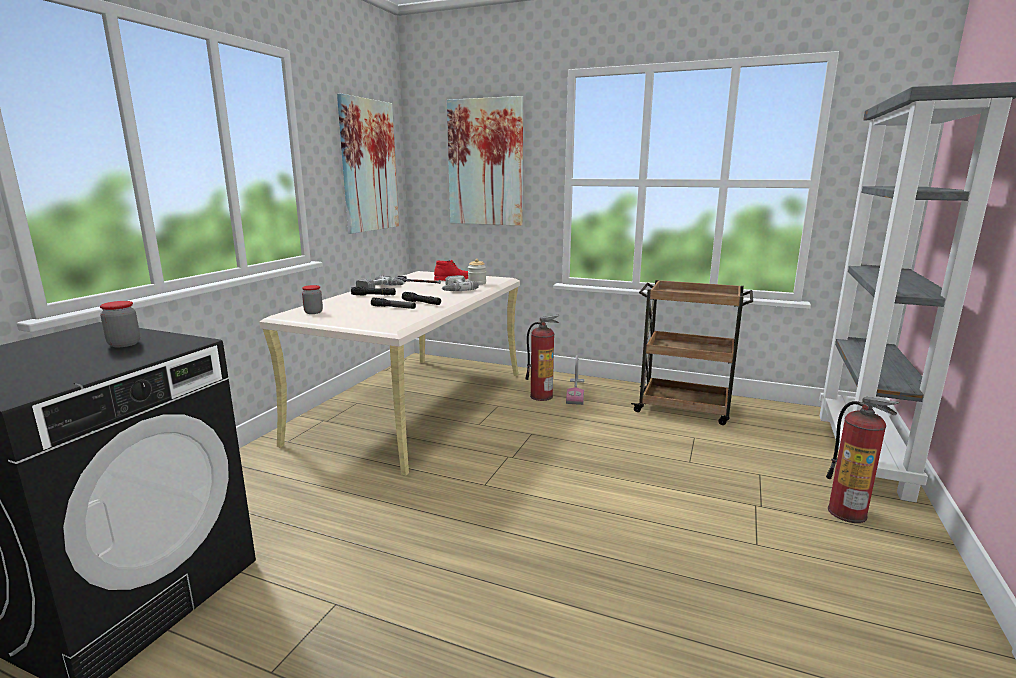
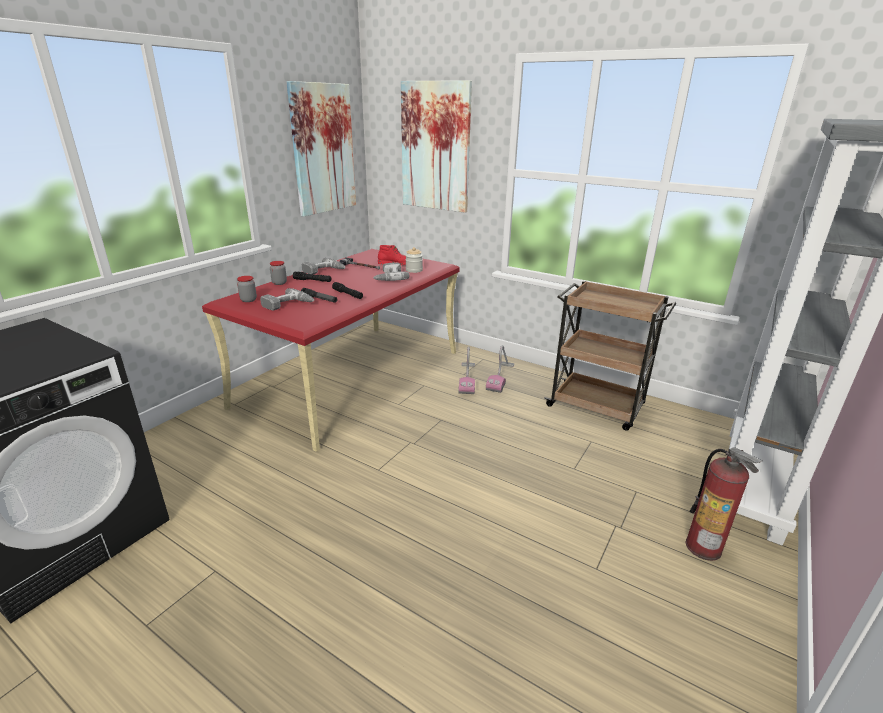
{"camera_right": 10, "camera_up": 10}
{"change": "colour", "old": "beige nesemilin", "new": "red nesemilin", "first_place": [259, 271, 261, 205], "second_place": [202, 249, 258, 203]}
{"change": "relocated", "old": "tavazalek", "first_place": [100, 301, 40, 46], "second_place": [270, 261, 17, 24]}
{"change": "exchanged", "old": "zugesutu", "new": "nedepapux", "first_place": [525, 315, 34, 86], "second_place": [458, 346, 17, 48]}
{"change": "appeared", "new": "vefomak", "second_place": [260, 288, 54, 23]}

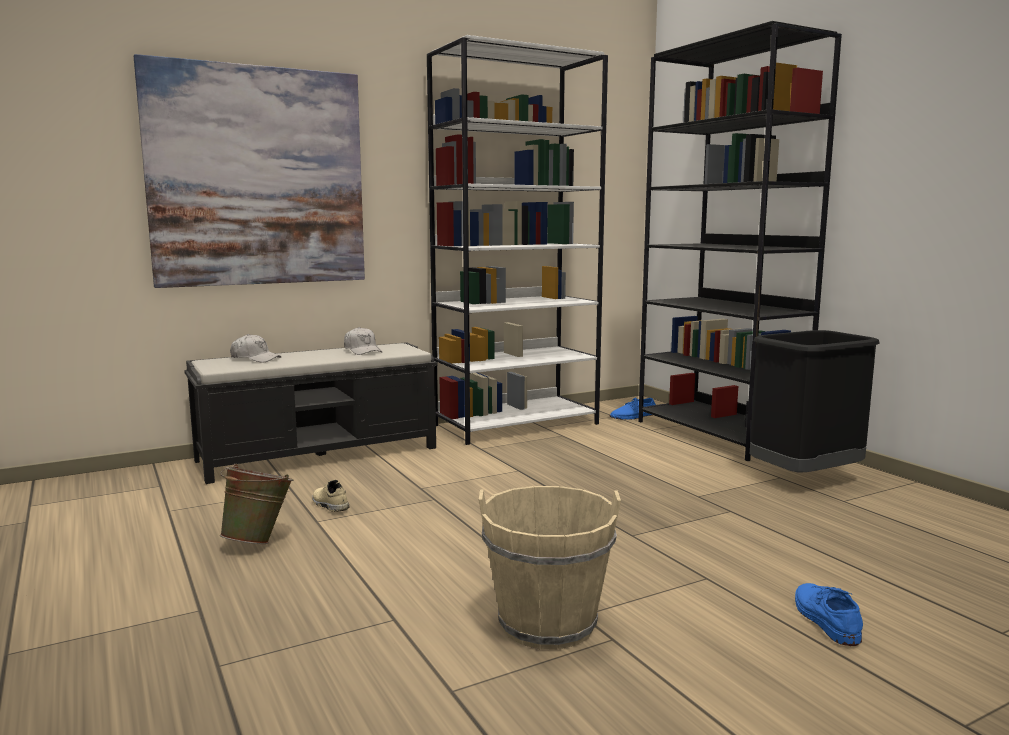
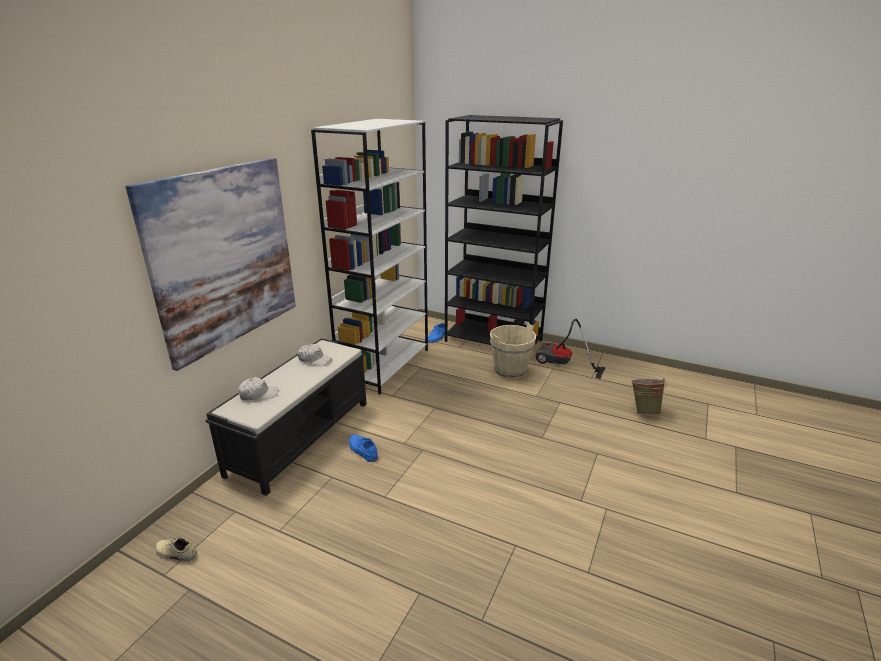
{"camera_right": -35, "camera_up": 15}
{"change": "exchanged", "old": "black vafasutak", "new": "nedepapux", "first_place": [750, 330, 130, 142], "second_place": [536, 319, 70, 60]}
{"change": "relocated", "old": "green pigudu", "first_place": [220, 464, 73, 80], "second_place": [631, 378, 36, 37]}
{"change": "relocated", "old": "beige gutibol", "first_place": [312, 480, 38, 32], "second_place": [155, 537, 42, 25]}
{"change": "relocated", "old": "beige pigudu", "first_place": [479, 486, 142, 163], "second_place": [490, 323, 46, 56]}
{"change": "relocated", "old": "blue gutibol", "first_place": [795, 583, 68, 63], "second_place": [349, 435, 29, 27]}

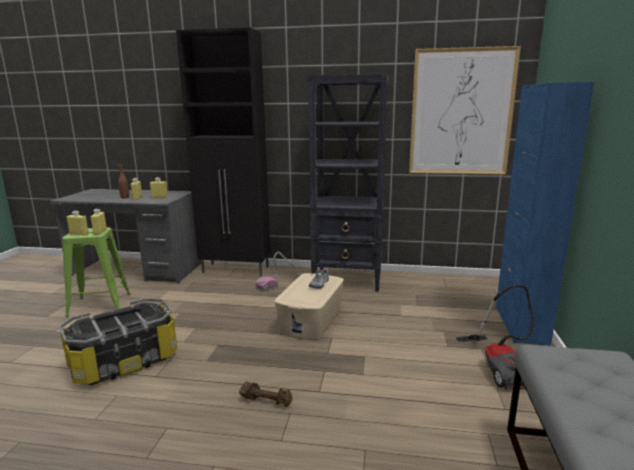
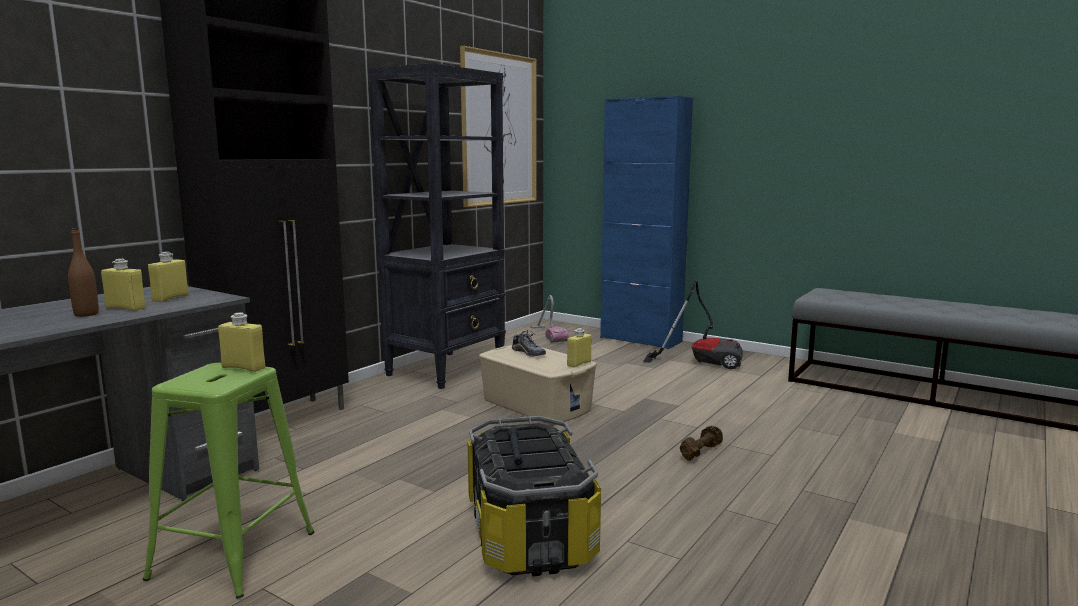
{"camera_right": -65, "camera_up": -5}
{"change": "relocated", "old": "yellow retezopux", "first_place": [67, 211, 22, 25], "second_place": [567, 328, 25, 40]}
{"change": "relocated", "old": "nedepapux", "first_place": [256, 252, 48, 39], "second_place": [530, 295, 39, 48]}

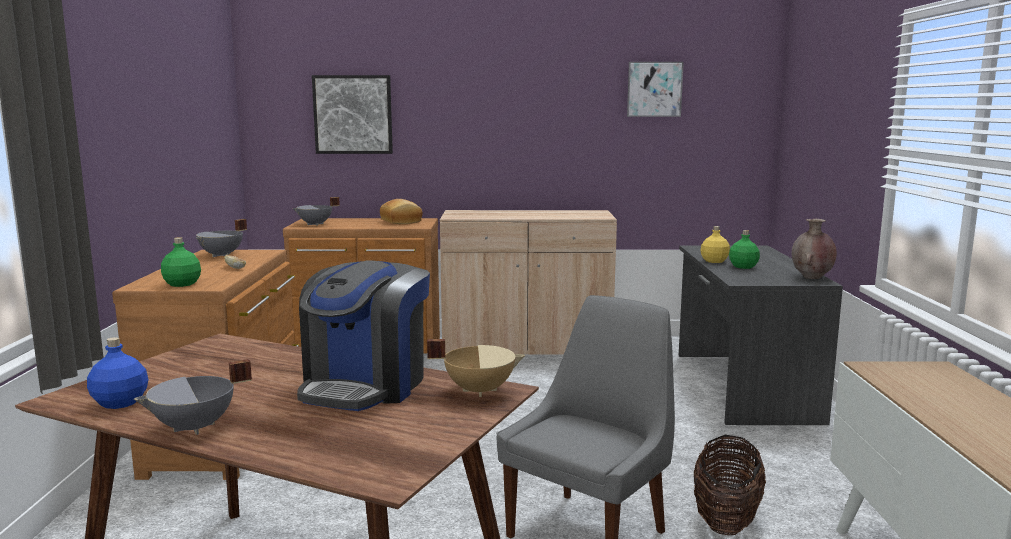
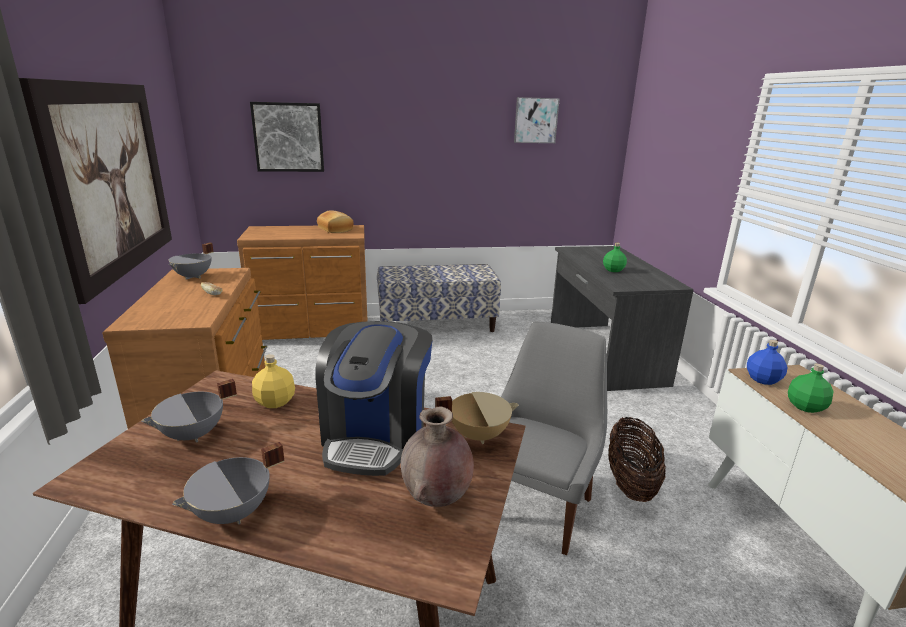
{"camera_right": -10, "camera_up": 10}
{"change": "relocated", "old": "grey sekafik", "first_place": [292, 197, 48, 29], "second_place": [141, 379, 96, 64]}
{"change": "exchanged", "old": "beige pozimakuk", "new": "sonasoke", "first_place": [440, 210, 177, 145], "second_place": [377, 264, 124, 68]}
{"change": "relocated", "old": "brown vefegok", "first_place": [792, 219, 45, 60], "second_place": [401, 406, 73, 101]}
{"change": "relocated", "old": "yellow retezopux", "first_place": [700, 226, 30, 37], "second_place": [252, 354, 43, 54]}
{"change": "relocated", "old": "green retezopux", "first_place": [161, 237, 40, 50], "second_place": [788, 363, 45, 50]}
{"change": "relocated", "old": "blue retezopux", "first_place": [87, 337, 61, 72], "second_place": [747, 340, 40, 45]}
{"change": "appeared", "new": "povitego", "second_place": [19, 78, 153, 226]}

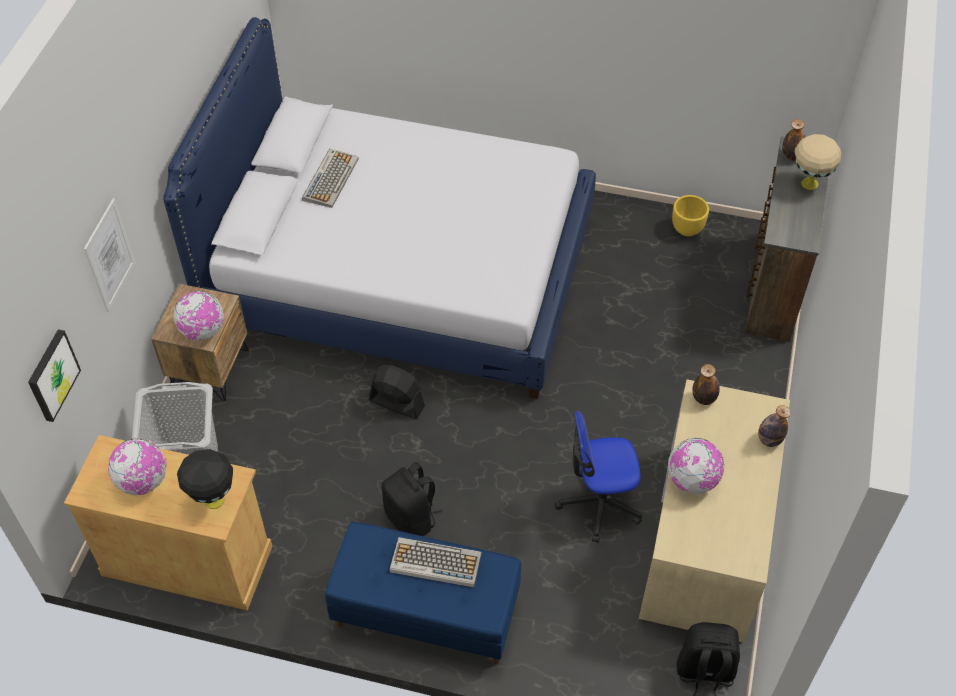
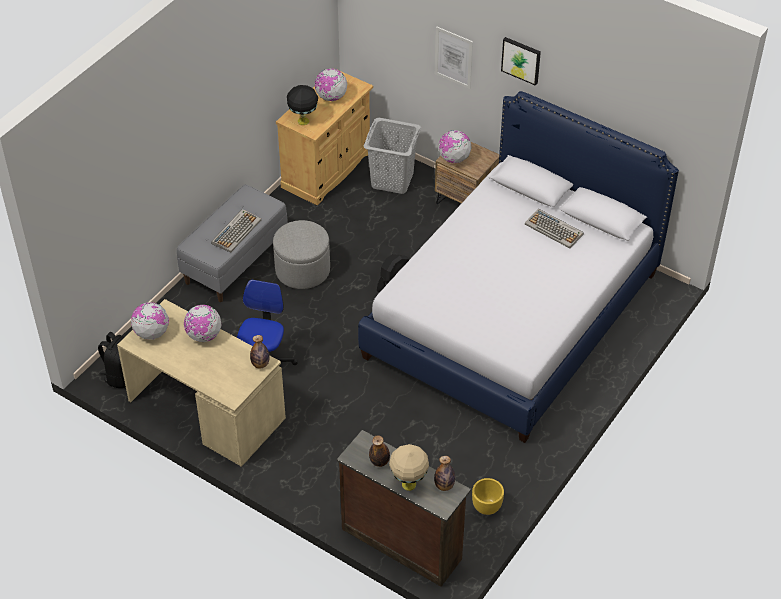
{"camera_right": 110, "camera_up": -5}
{"change": "relocated", "old": "povitego", "first_place": [28, 329, 53, 93], "second_place": [501, 37, 40, 49]}
{"change": "relocated", "old": "retezopux", "first_place": [758, 405, 33, 42], "second_place": [369, 435, 21, 32]}
{"change": "exchanged", "old": "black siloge", "new": "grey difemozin", "first_place": [382, 462, 61, 74], "second_place": [273, 220, 57, 69]}
{"change": "colour", "old": "blue sonasoke", "new": "grey sonasoke", "first_place": [325, 522, 196, 143], "second_place": [177, 184, 111, 118]}
{"change": "appeared", "new": "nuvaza", "second_place": [131, 302, 38, 38]}

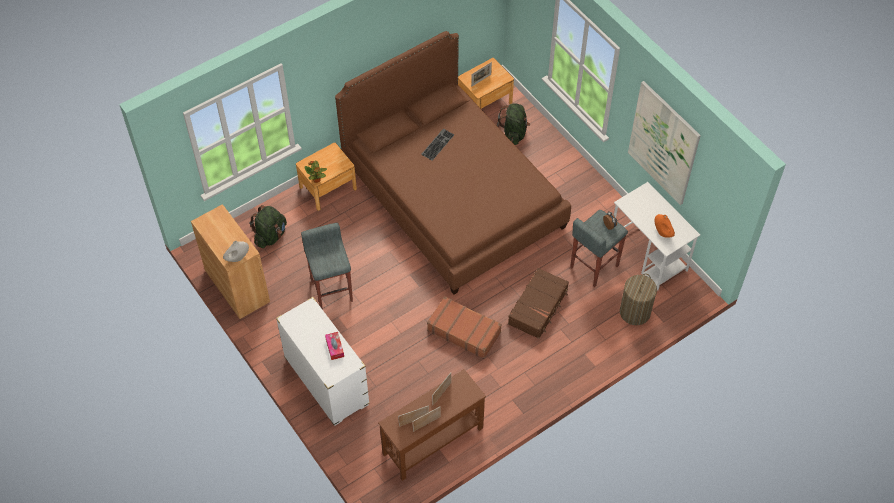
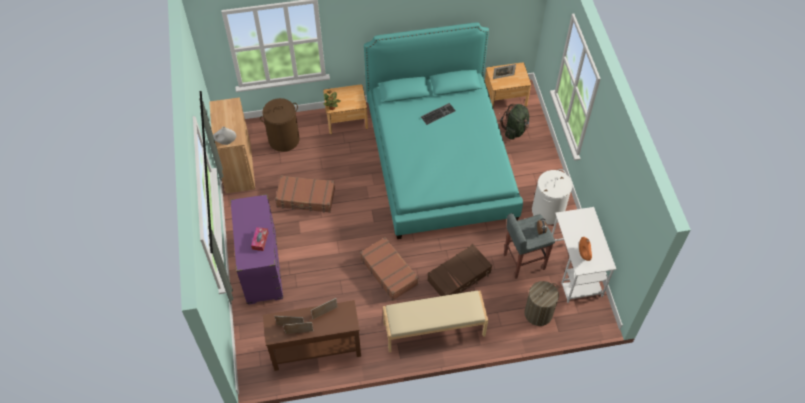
{"camera_right": 25, "camera_up": 0}
{"change": "colour", "old": "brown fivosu", "new": "turquoise fivosu", "first_place": [335, 31, 236, 264], "second_place": [364, 22, 159, 217]}
{"change": "missing", "old": "povitego", "first_place": [628, 81, 73, 124]}
{"change": "exchanged", "old": "green siloge", "new": "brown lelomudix", "first_place": [250, 205, 37, 43], "second_place": [260, 98, 40, 54]}
{"change": "exchanged", "old": "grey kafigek", "new": "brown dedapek", "first_place": [301, 223, 52, 87], "second_place": [275, 176, 60, 37]}
{"change": "colour", "old": "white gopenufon", "new": "purple gopenufon", "first_place": [276, 297, 94, 129], "second_place": [230, 194, 53, 111]}
{"change": "appeared", "new": "white lelomudix", "second_place": [532, 169, 41, 56]}
{"change": "appeared", "new": "beige sonasoke", "second_place": [383, 291, 105, 61]}

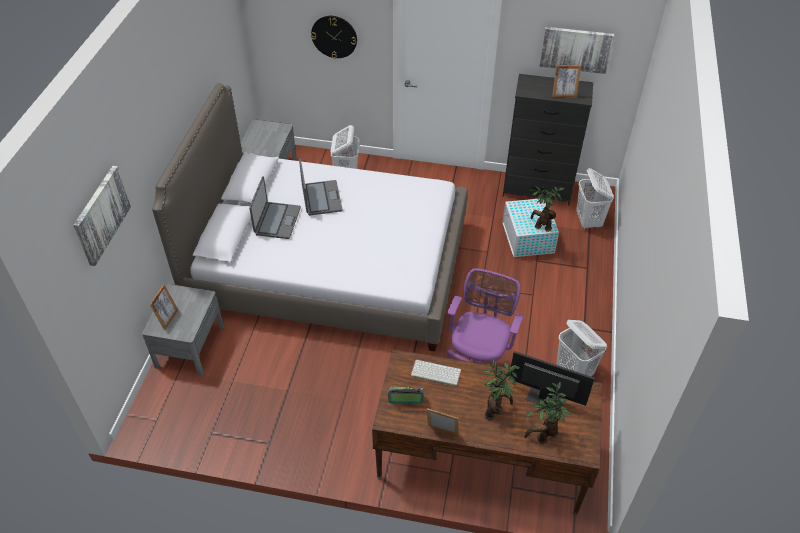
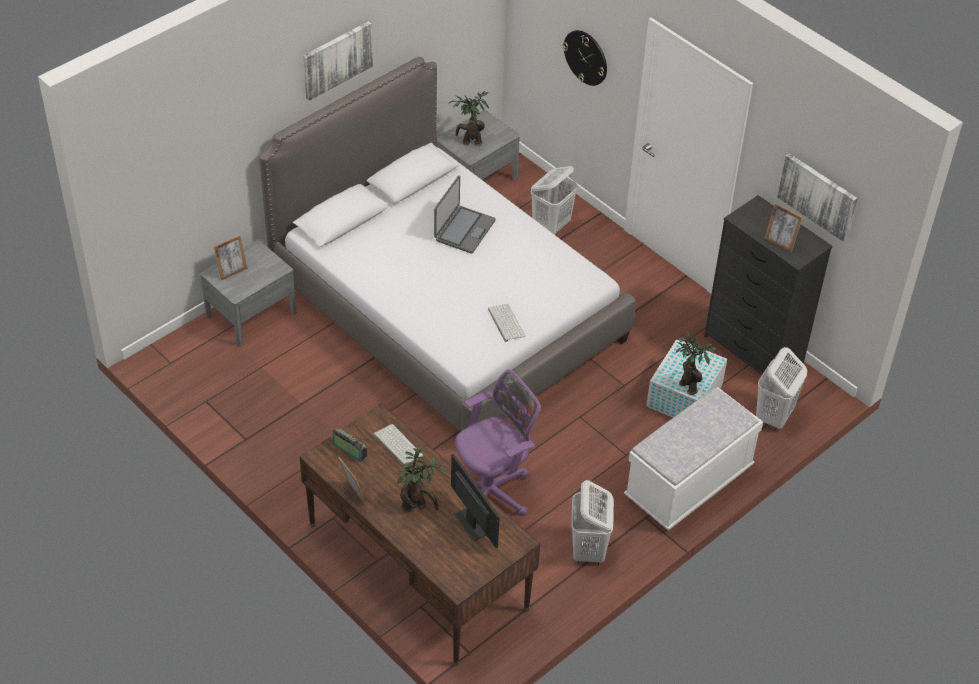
{"camera_right": 35, "camera_up": 0}
{"change": "relocated", "old": "povitego", "first_place": [74, 166, 57, 100], "second_place": [303, 21, 70, 80]}
{"change": "missing", "old": "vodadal", "first_place": [249, 176, 52, 63]}
{"change": "relocated", "old": "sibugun", "first_place": [524, 382, 47, 63], "second_place": [449, 91, 40, 55]}
{"change": "appeared", "new": "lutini", "second_place": [488, 304, 37, 38]}
{"change": "appeared", "new": "white sonasoke", "second_place": [624, 387, 139, 143]}

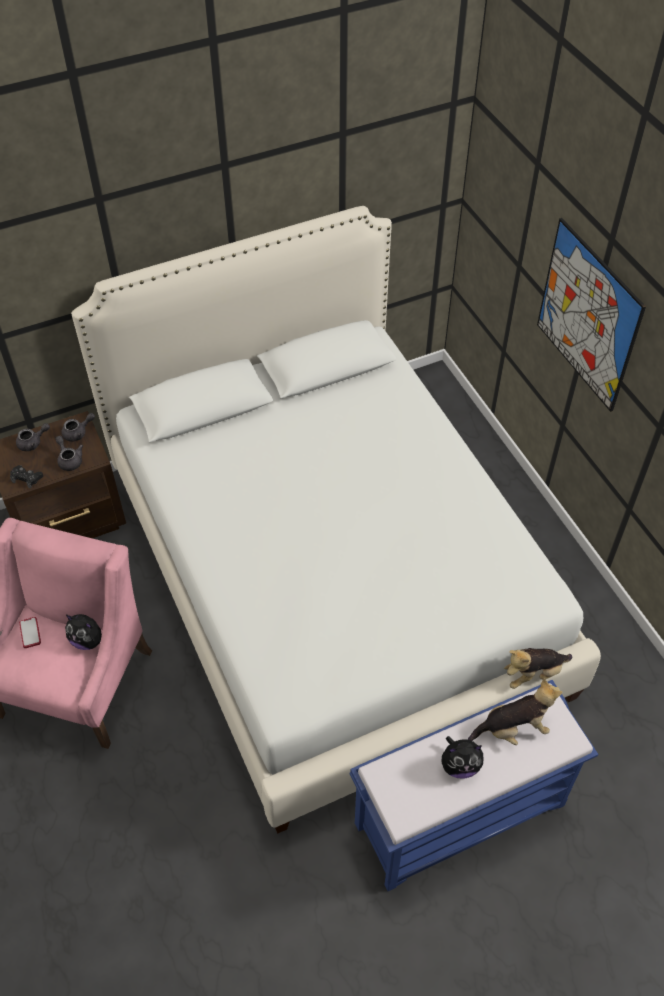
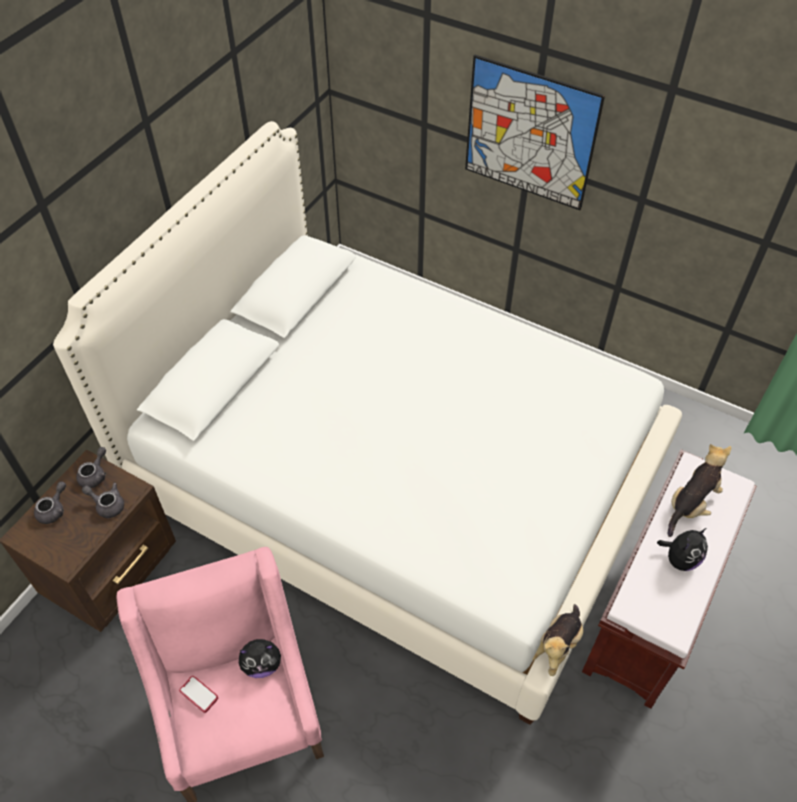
{"camera_right": -35, "camera_up": 0}
{"change": "missing", "old": "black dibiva", "first_place": [10, 465, 33, 23]}
{"change": "relocated", "old": "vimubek", "first_place": [504, 648, 68, 41], "second_place": [532, 604, 52, 72]}
{"change": "colour", "old": "blue sonasoke", "new": "brown sonasoke", "first_place": [350, 680, 248, 211], "second_place": [582, 449, 174, 260]}

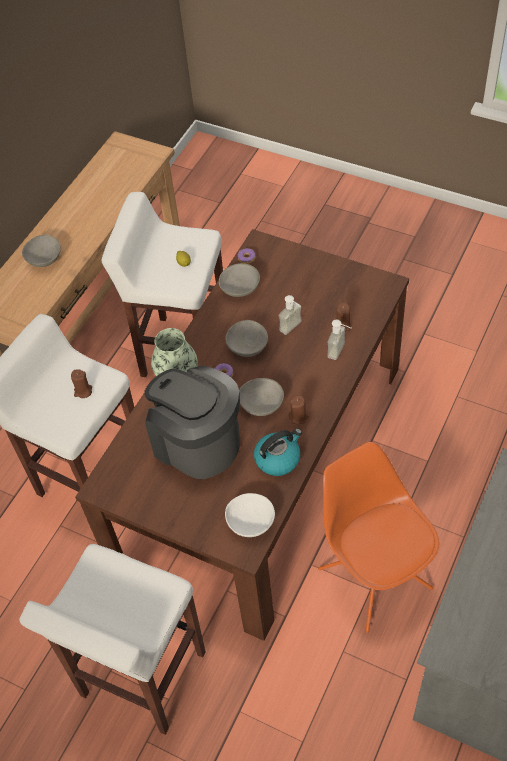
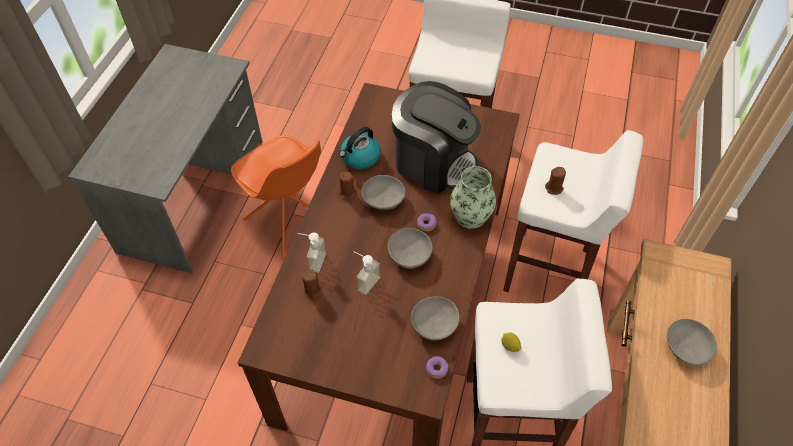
{"camera_right": 165, "camera_up": 0}
{"change": "missing", "old": "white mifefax", "first_place": [225, 493, 50, 44]}

